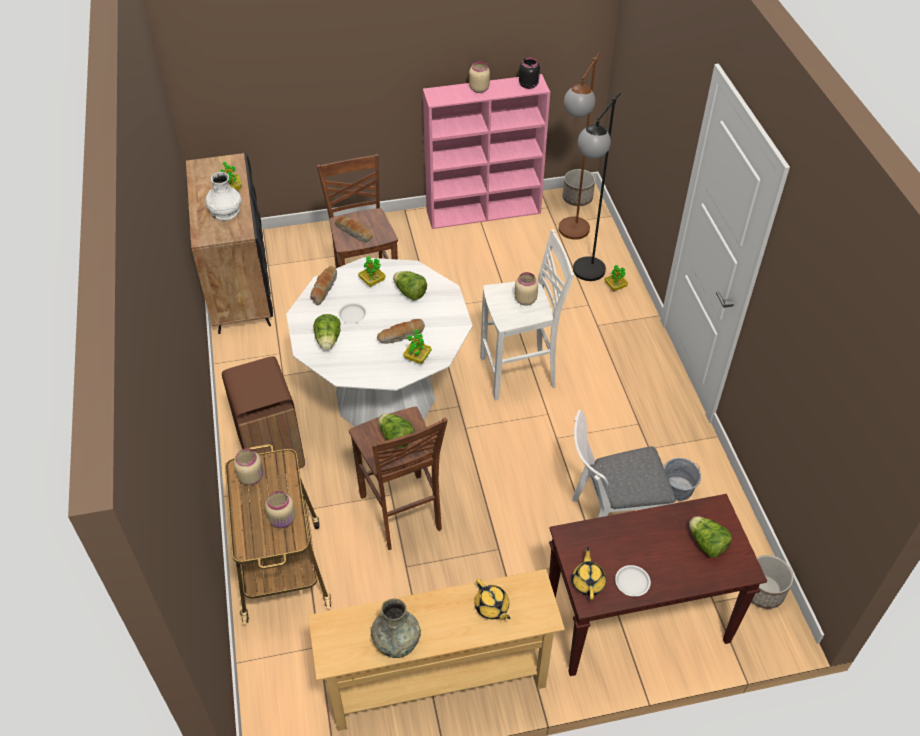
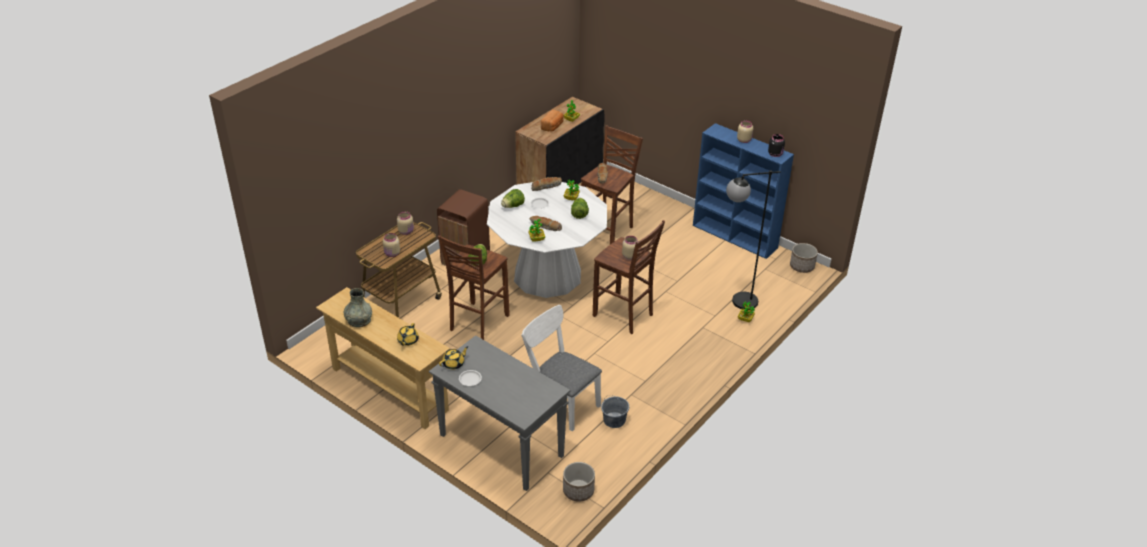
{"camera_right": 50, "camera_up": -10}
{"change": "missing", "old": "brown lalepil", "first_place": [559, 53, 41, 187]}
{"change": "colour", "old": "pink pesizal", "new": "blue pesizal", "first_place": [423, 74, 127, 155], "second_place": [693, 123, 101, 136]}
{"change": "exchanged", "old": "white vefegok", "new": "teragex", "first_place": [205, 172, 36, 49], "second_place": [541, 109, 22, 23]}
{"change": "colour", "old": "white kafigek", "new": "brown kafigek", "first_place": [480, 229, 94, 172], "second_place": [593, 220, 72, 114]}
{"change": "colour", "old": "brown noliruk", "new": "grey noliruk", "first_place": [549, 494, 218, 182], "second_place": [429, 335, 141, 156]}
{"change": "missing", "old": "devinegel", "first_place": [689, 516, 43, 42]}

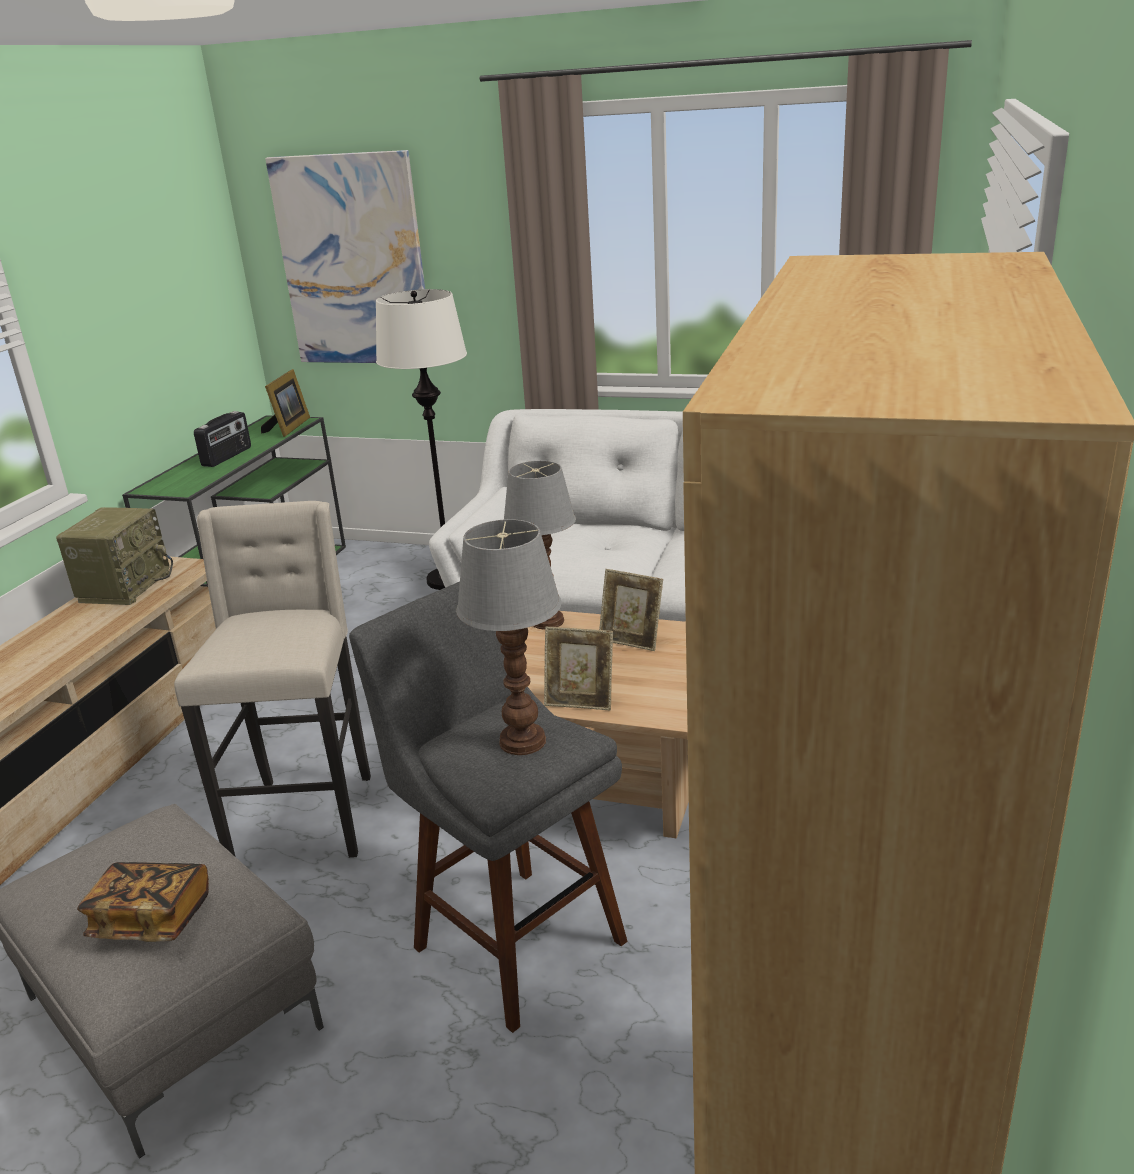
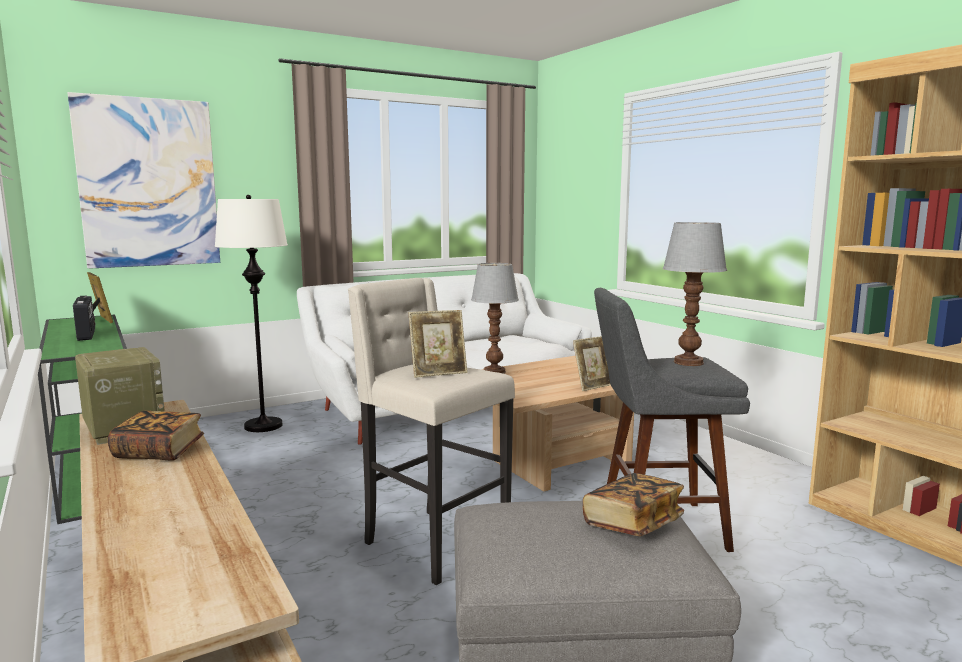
{"camera_right": -50, "camera_up": -15}
{"change": "relocated", "old": "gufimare", "first_place": [599, 569, 64, 82], "second_place": [409, 310, 59, 68]}
{"change": "appeared", "new": "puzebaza", "second_place": [108, 411, 96, 50]}

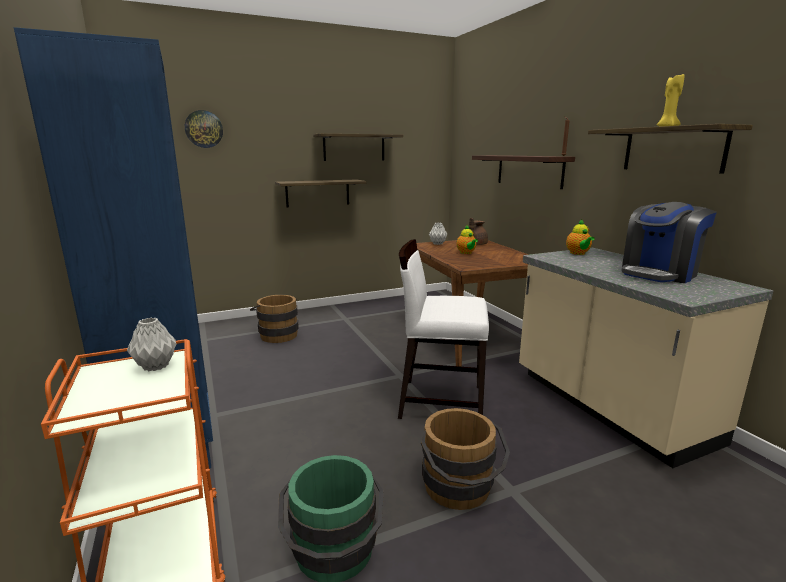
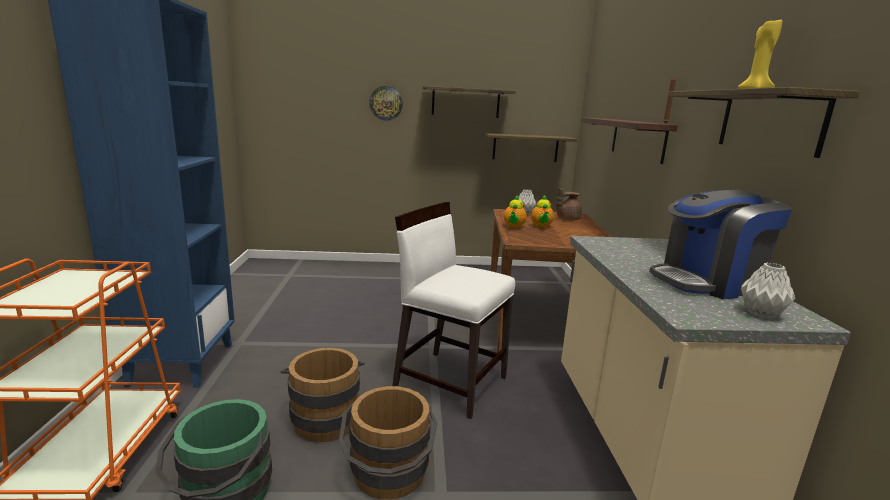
{"camera_right": 20, "camera_up": 0}
{"change": "relocated", "old": "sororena", "first_place": [185, 110, 38, 38], "second_place": [369, 86, 34, 35]}
{"change": "relocated", "old": "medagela", "first_place": [275, 179, 91, 28], "second_place": [485, 133, 92, 29]}
{"change": "relocated", "old": "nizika", "first_place": [566, 220, 29, 35], "second_place": [504, 195, 23, 34]}
{"change": "relocated", "old": "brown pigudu", "first_place": [250, 295, 49, 48], "second_place": [281, 348, 84, 94]}
{"change": "relocated", "old": "grey vefegok", "first_place": [127, 317, 50, 54], "second_place": [741, 263, 55, 56]}

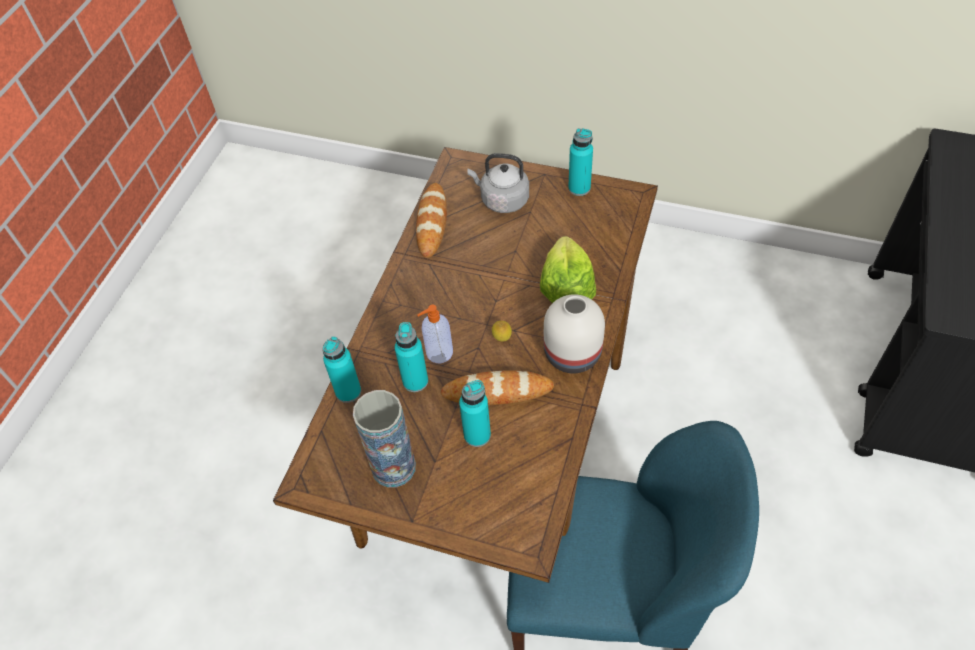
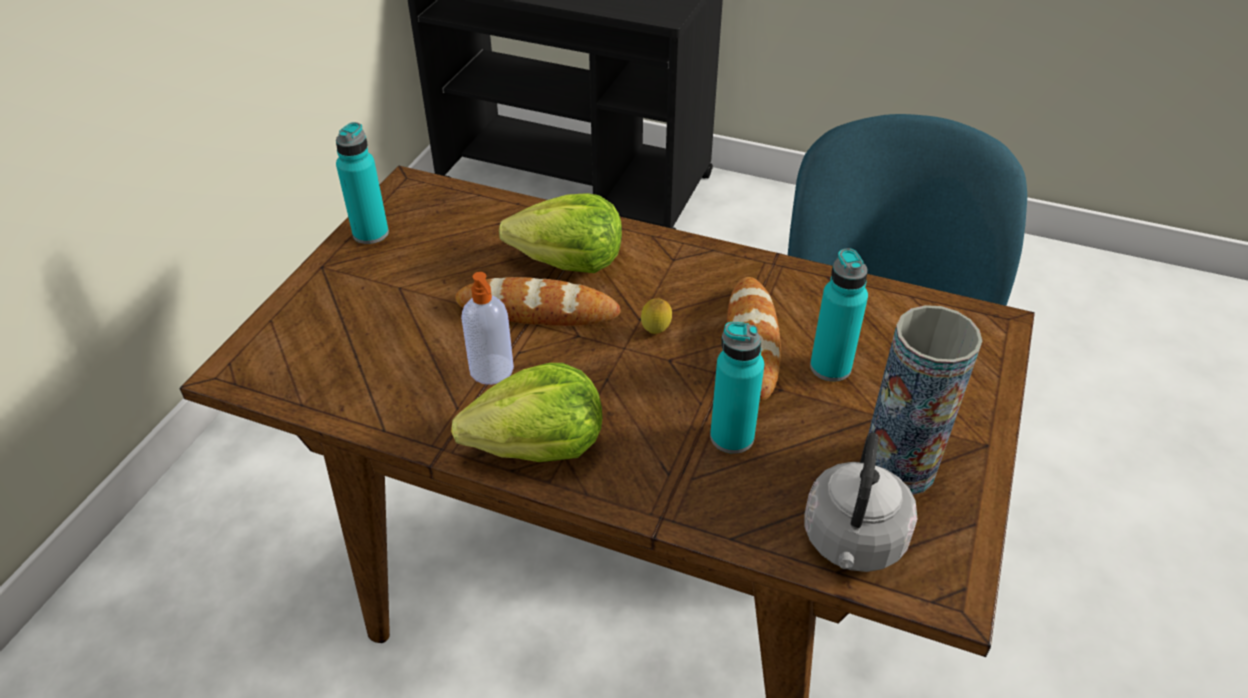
{"camera_right": -90, "camera_up": -10}
{"change": "relocated", "old": "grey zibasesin", "first_place": [467, 153, 62, 60], "second_place": [805, 433, 112, 139]}
{"change": "relocated", "old": "teragex", "first_place": [416, 183, 31, 75], "second_place": [455, 277, 166, 49]}
{"change": "missing", "old": "white vefegok", "first_place": [544, 294, 61, 79]}
{"change": "relocated", "old": "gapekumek", "first_place": [417, 305, 36, 58], "second_place": [461, 272, 53, 113]}
{"change": "missing", "old": "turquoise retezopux", "first_place": [322, 336, 39, 67]}
{"change": "appeared", "new": "devinegel", "second_place": [451, 363, 151, 99]}

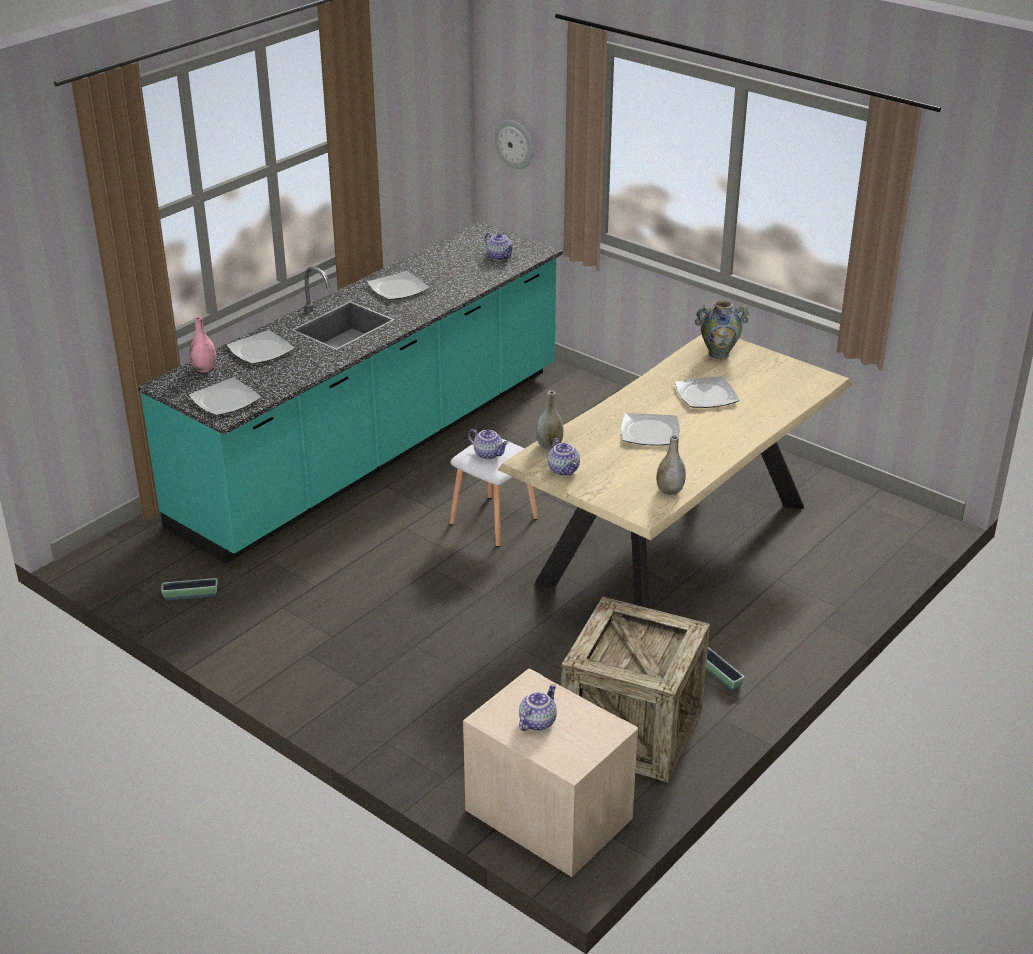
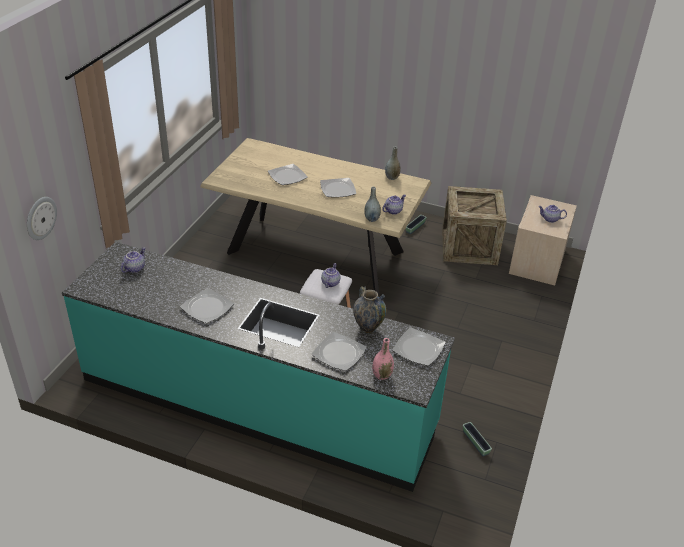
{"camera_right": -110, "camera_up": 5}
{"change": "relocated", "old": "vefegok", "first_place": [695, 299, 54, 60], "second_place": [353, 286, 34, 48]}

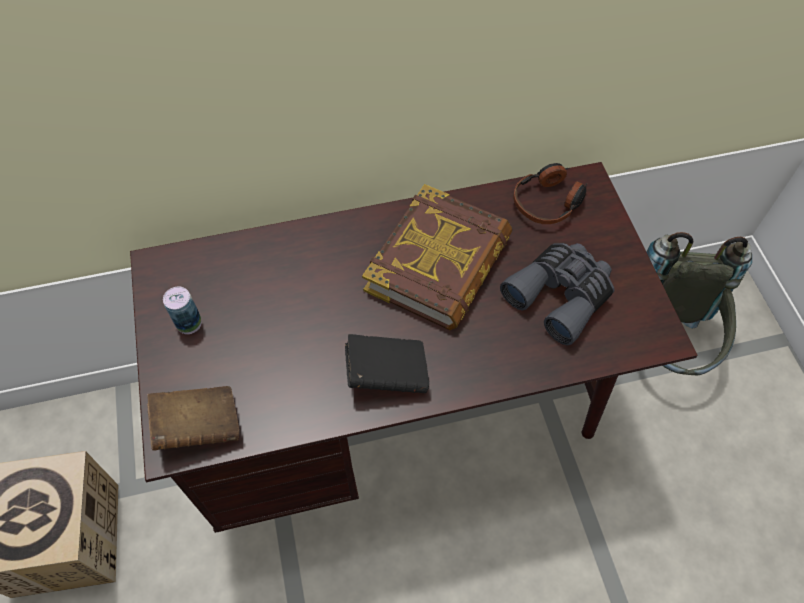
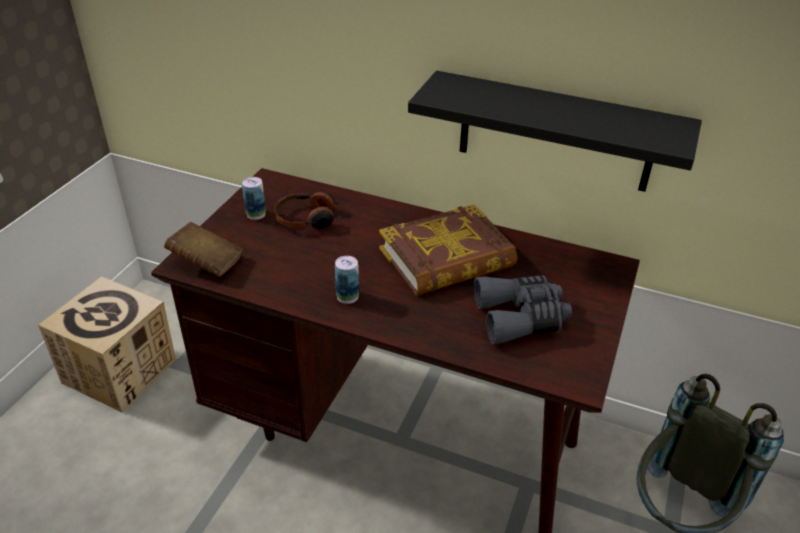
{"camera_right": 35, "camera_up": -20}
{"change": "relocated", "old": "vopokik", "first_place": [513, 163, 75, 61], "second_place": [274, 191, 66, 38]}
{"change": "exchanged", "old": "black puzebaza", "new": "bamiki", "first_place": [345, 334, 84, 59], "second_place": [335, 256, 24, 48]}
{"change": "appeared", "new": "black medagela", "second_place": [408, 71, 294, 121]}

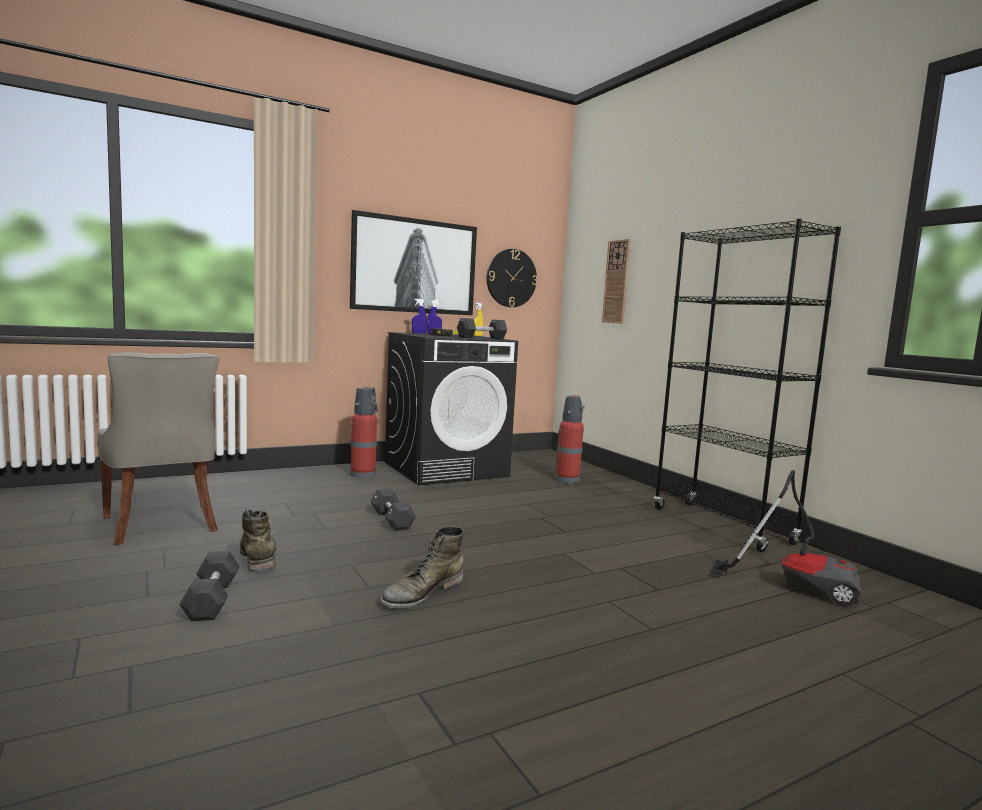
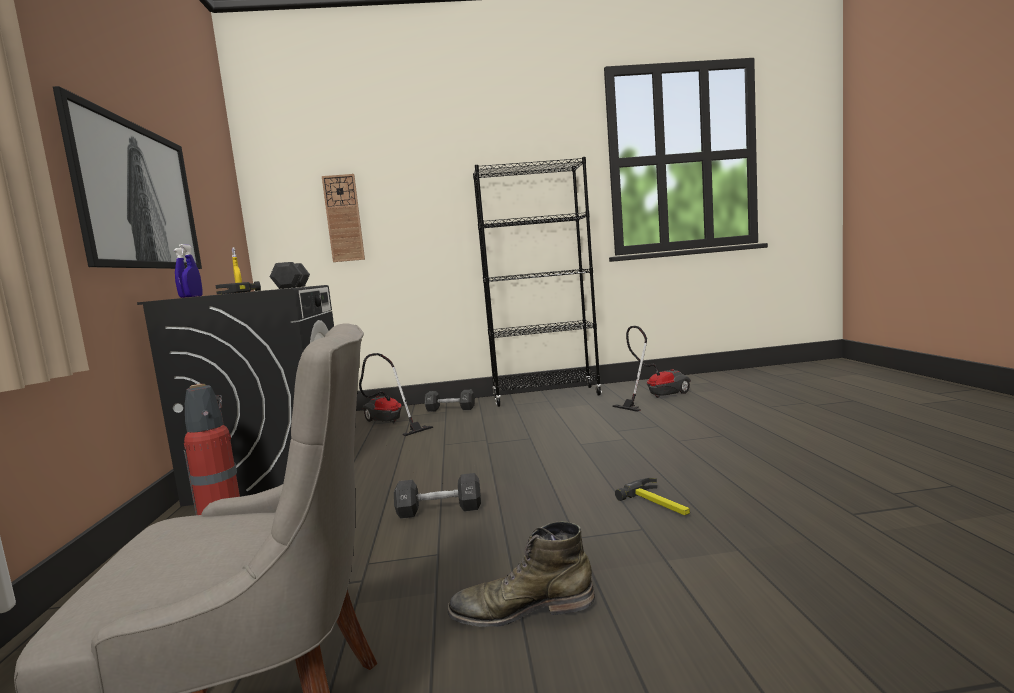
{"camera_right": -65, "camera_up": 0}
{"change": "missing", "old": "sororena", "first_place": [486, 249, 51, 58]}
{"change": "exchanged", "old": "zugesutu", "new": "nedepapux", "first_place": [555, 395, 30, 88], "second_place": [359, 353, 75, 83]}
{"change": "exchanged", "old": "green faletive", "new": "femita", "first_place": [379, 526, 85, 82], "second_place": [615, 478, 75, 38]}
{"change": "relocated", "old": "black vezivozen", "first_place": [179, 551, 61, 70], "second_place": [424, 390, 51, 22]}

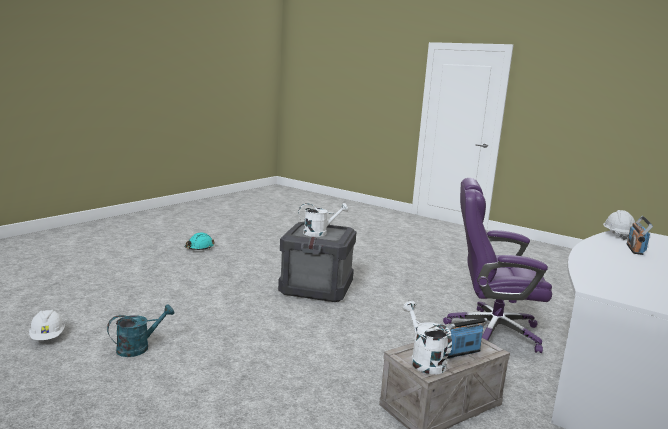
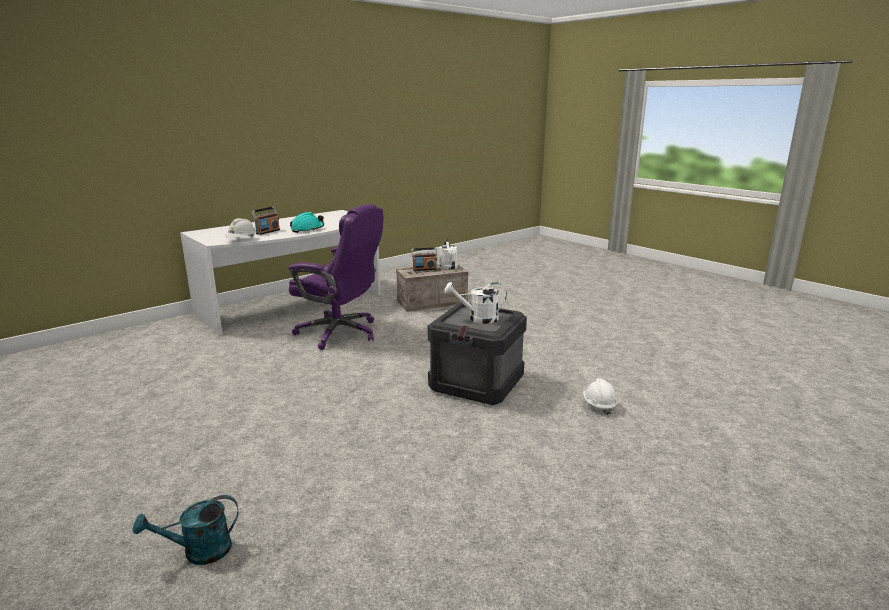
{"camera_right": -165, "camera_up": 5}
{"change": "relocated", "old": "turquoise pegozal", "first_place": [185, 232, 30, 18], "second_place": [290, 212, 34, 21]}
{"change": "relocated", "old": "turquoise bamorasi", "first_place": [107, 304, 67, 53], "second_place": [133, 495, 105, 70]}
{"change": "relocated", "old": "white pegozal", "first_place": [29, 310, 36, 30], "second_place": [583, 378, 35, 37]}

